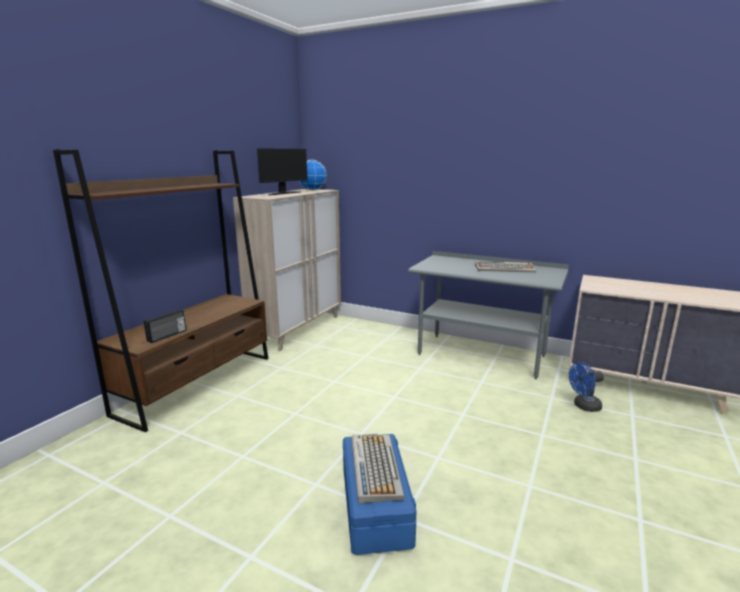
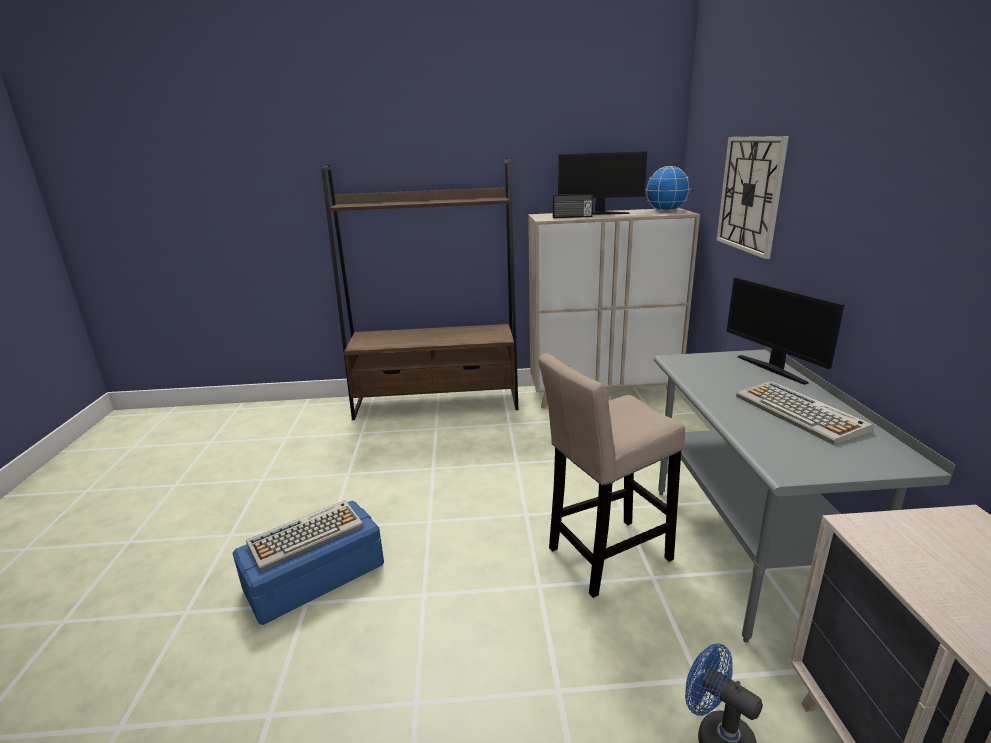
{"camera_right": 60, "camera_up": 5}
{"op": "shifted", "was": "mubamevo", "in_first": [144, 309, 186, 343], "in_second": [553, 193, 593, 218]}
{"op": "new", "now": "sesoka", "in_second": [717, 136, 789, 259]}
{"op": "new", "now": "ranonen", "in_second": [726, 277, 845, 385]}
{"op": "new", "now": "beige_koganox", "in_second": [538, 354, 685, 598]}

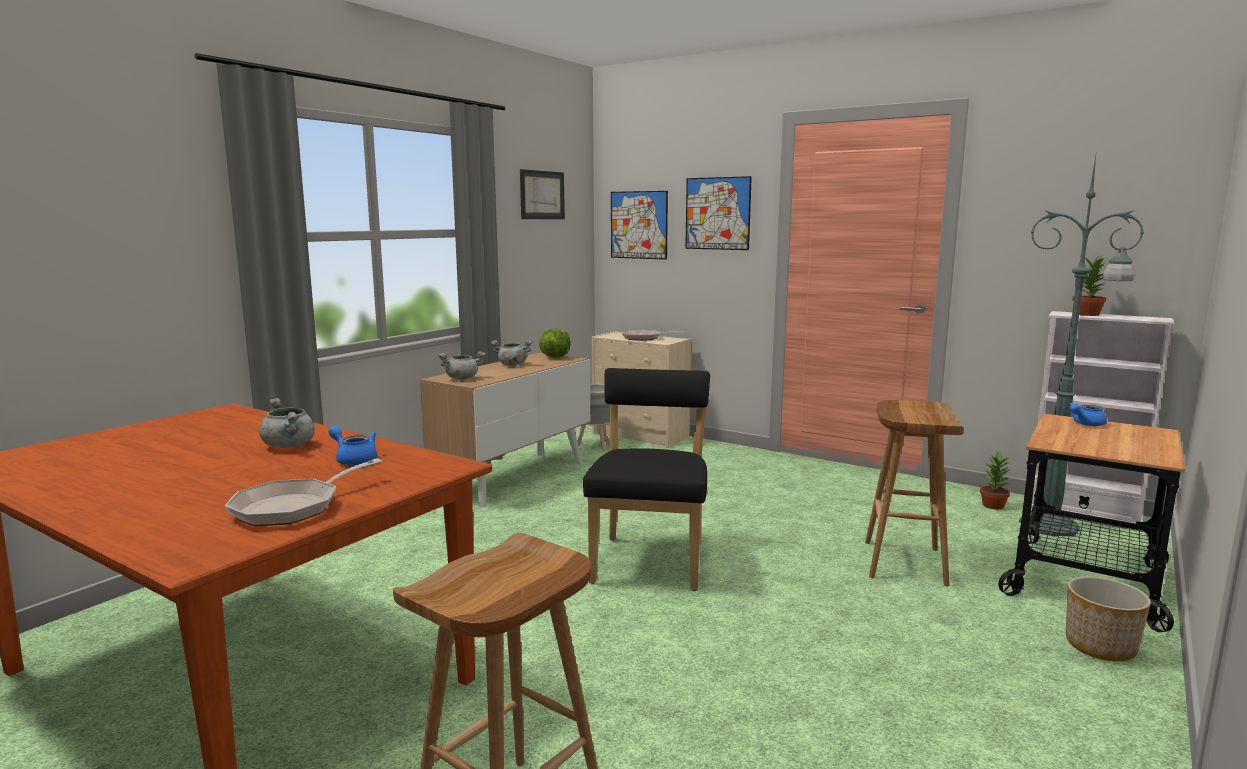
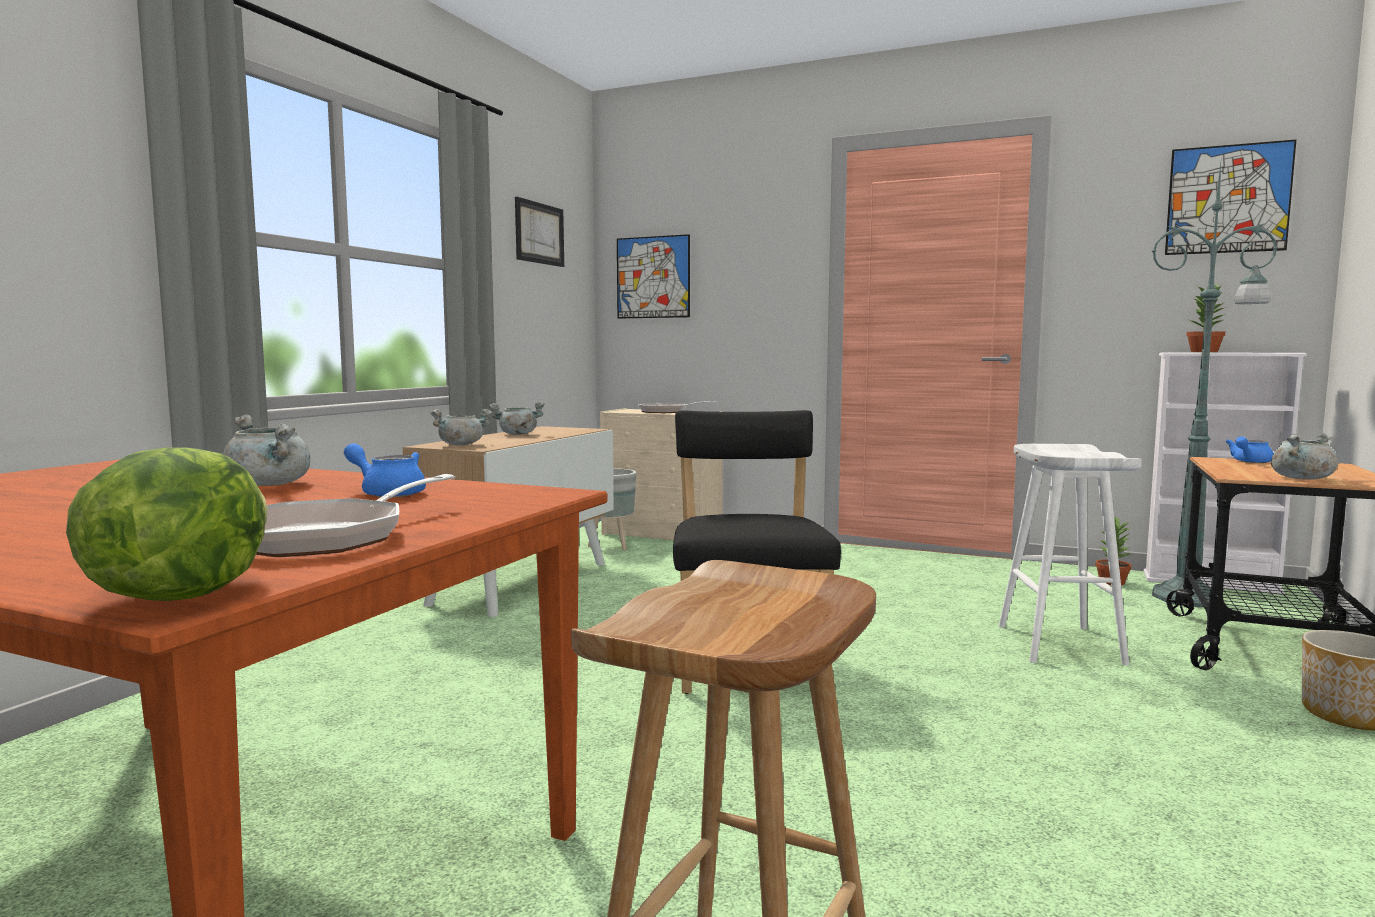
{"camera_right": -10, "camera_up": -5}
{"op": "shifted", "was": "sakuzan", "in_first": [685, 176, 752, 250], "in_second": [1165, 139, 1297, 255]}
{"op": "shifted", "was": "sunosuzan", "in_first": [539, 329, 571, 358], "in_second": [66, 447, 268, 601]}
{"op": "repainted", "was": "brown_koganox", "now": "white_koganox", "in_first": [865, 400, 964, 586], "in_second": [999, 444, 1141, 665]}
{"op": "new", "now": "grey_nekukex", "in_second": [1271, 433, 1338, 479]}

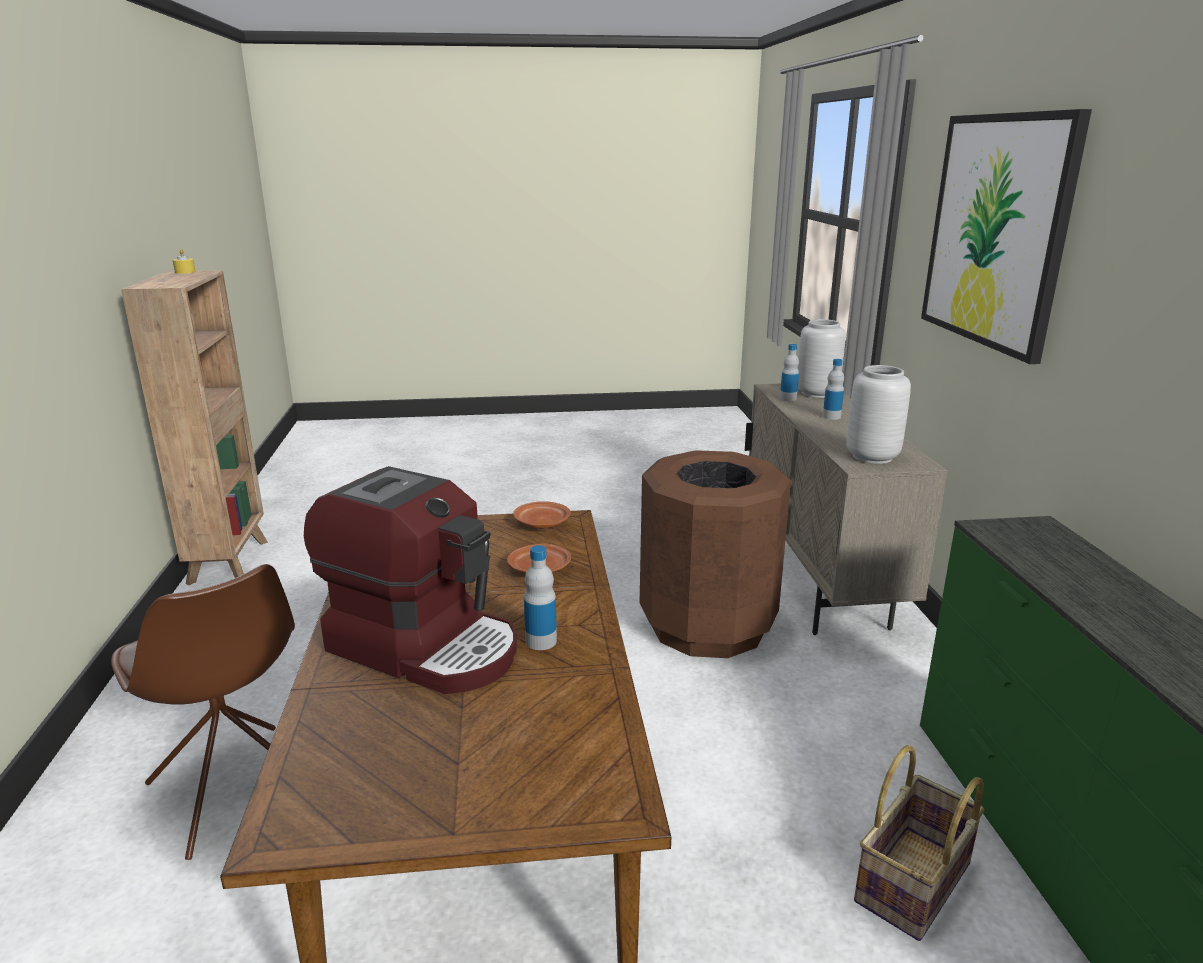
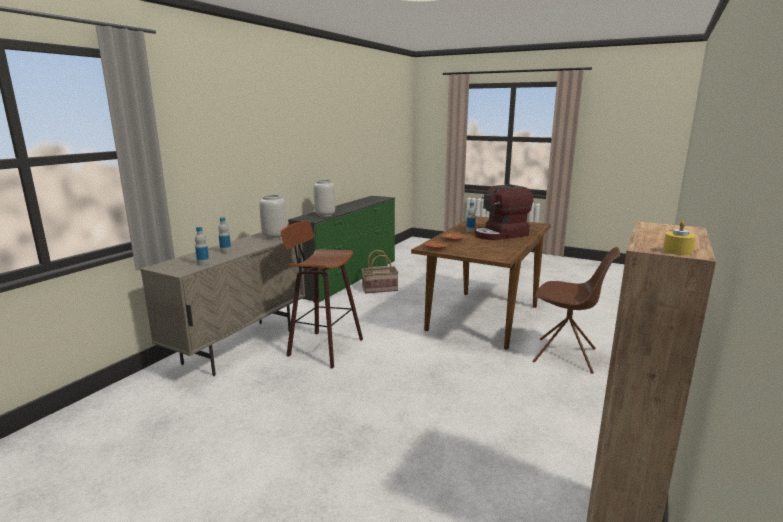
{"camera_right": -145, "camera_up": -5}
{"op": "gone", "was": "sakuzan", "in_first": [921, 109, 1092, 364]}
{"op": "shifted", "was": "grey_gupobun", "in_first": [798, 319, 846, 398], "in_second": [314, 180, 335, 217]}
{"op": "swapped", "was": "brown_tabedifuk", "now": "koganox", "in_first": [640, 450, 791, 658], "in_second": [280, 221, 363, 369]}
{"op": "rotated", "was": "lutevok", "in_first": [304, 466, 517, 694], "in_second": [475, 184, 533, 240], "clockwise": -90}
{"op": "rotated", "was": "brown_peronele", "in_first": [111, 564, 295, 860], "in_second": [533, 247, 620, 374], "clockwise": 120}

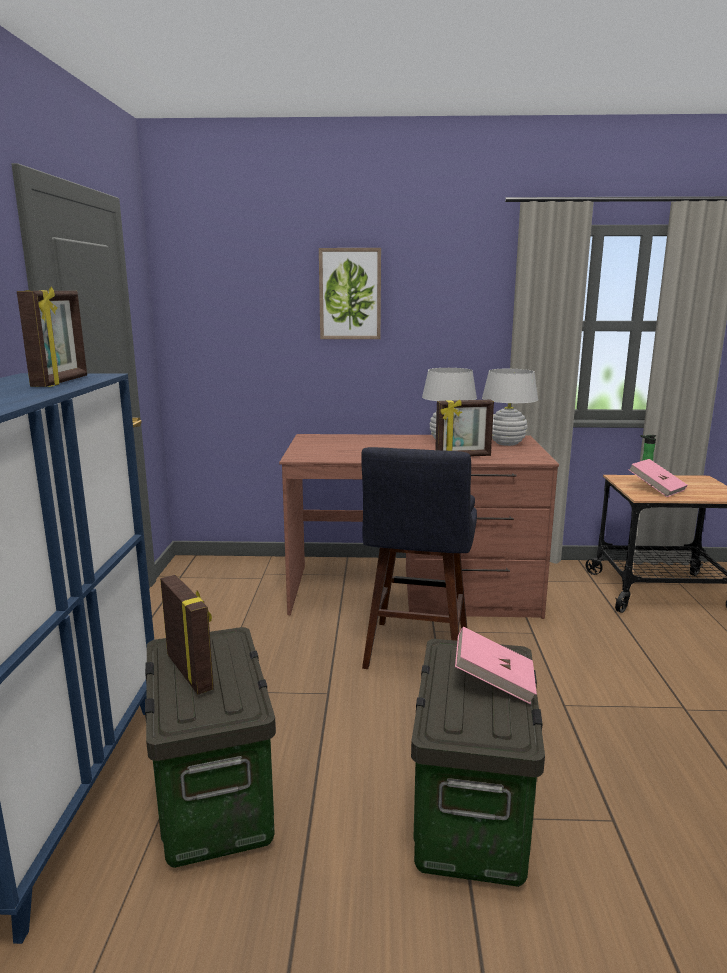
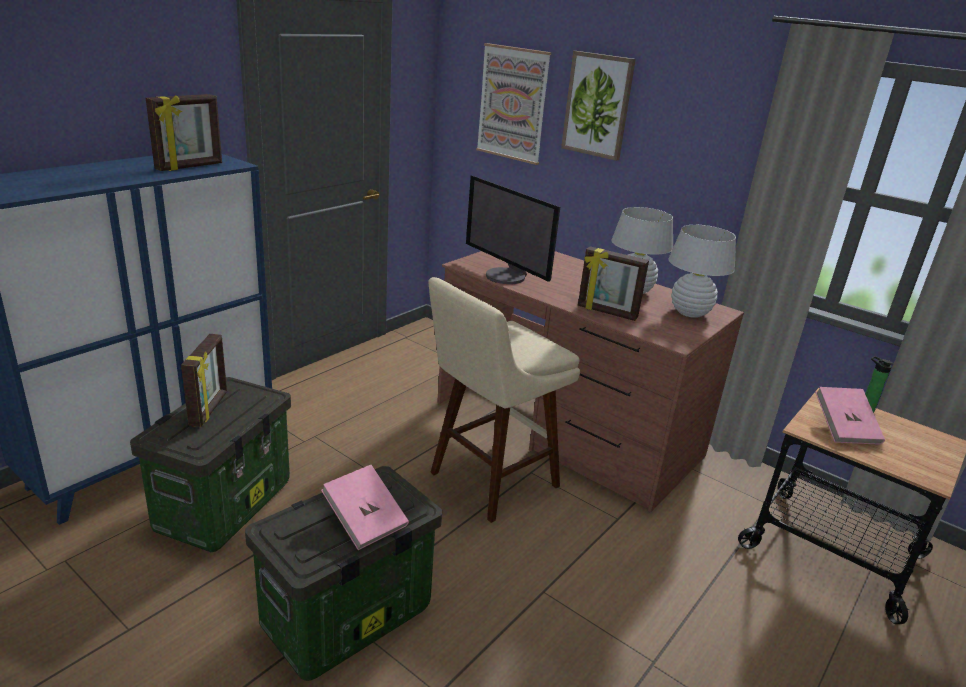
{"camera_right": 35, "camera_up": 10}
{"op": "repainted", "was": "blue_koganox", "now": "beige_koganox", "in_first": [361, 447, 477, 669], "in_second": [428, 277, 580, 523]}
{"op": "new", "now": "sakuzan", "in_second": [476, 43, 551, 165]}
{"op": "new", "now": "ranonen", "in_second": [466, 176, 560, 284]}

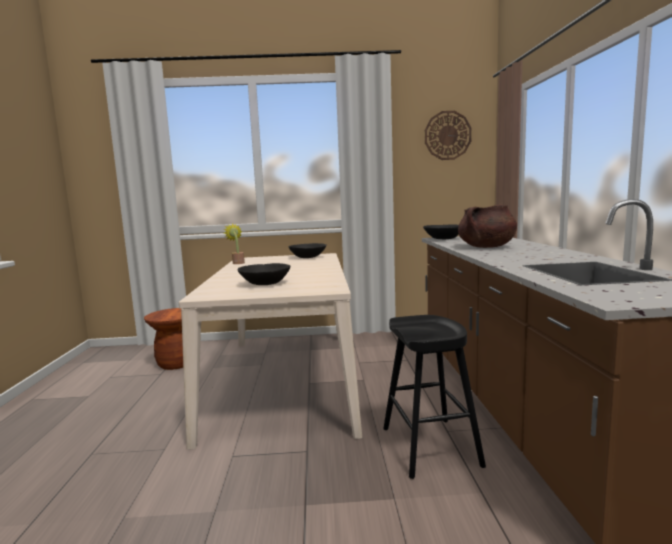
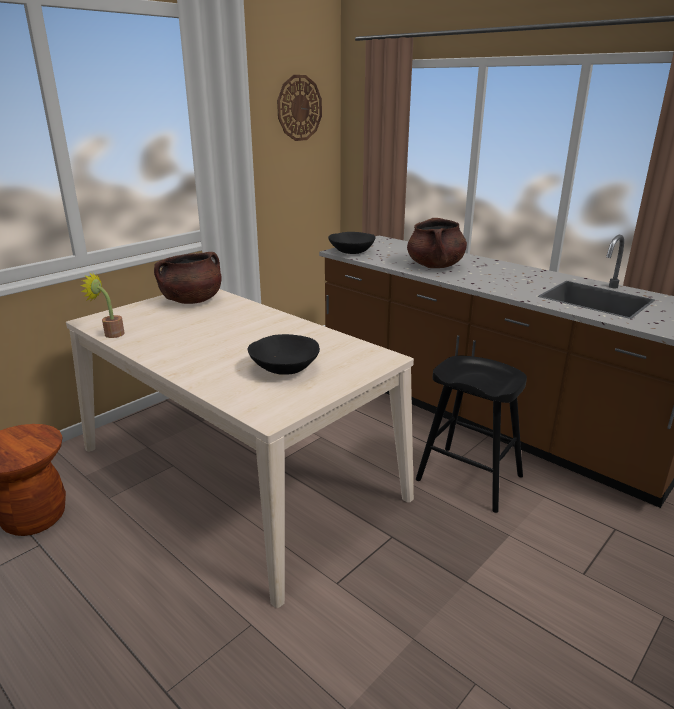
{"camera_right": -45, "camera_up": 15}
{"op": "swapped", "was": "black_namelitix", "now": "brown_nekukex", "in_first": [289, 243, 327, 258], "in_second": [154, 252, 222, 304]}

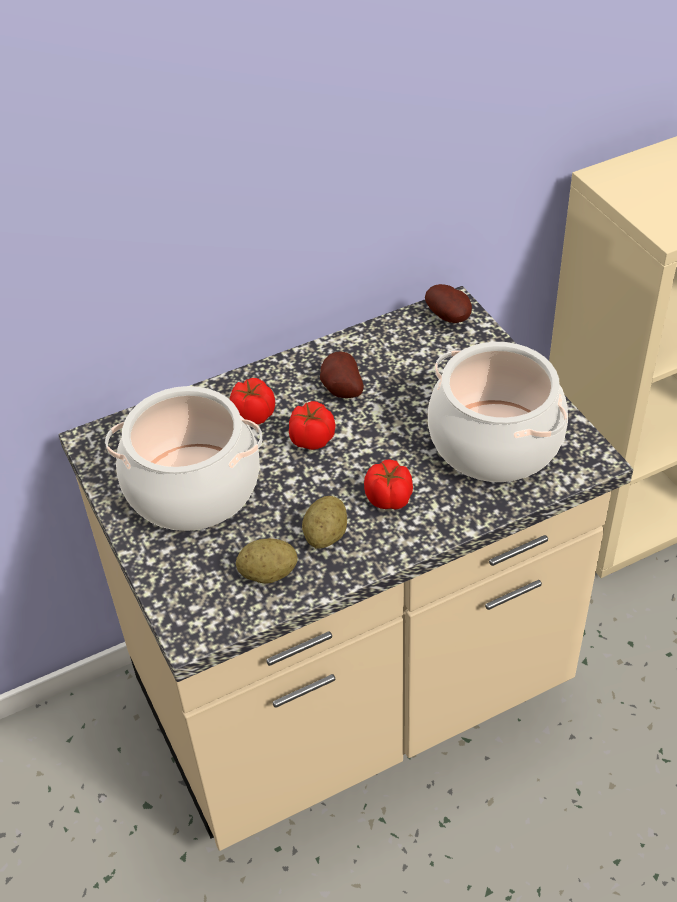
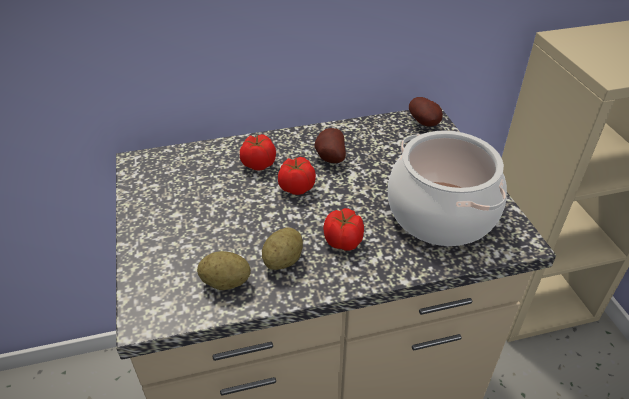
{"camera_right": 10, "camera_up": -5}
{"op": "gone", "was": "nekukex", "in_first": [105, 386, 262, 531]}

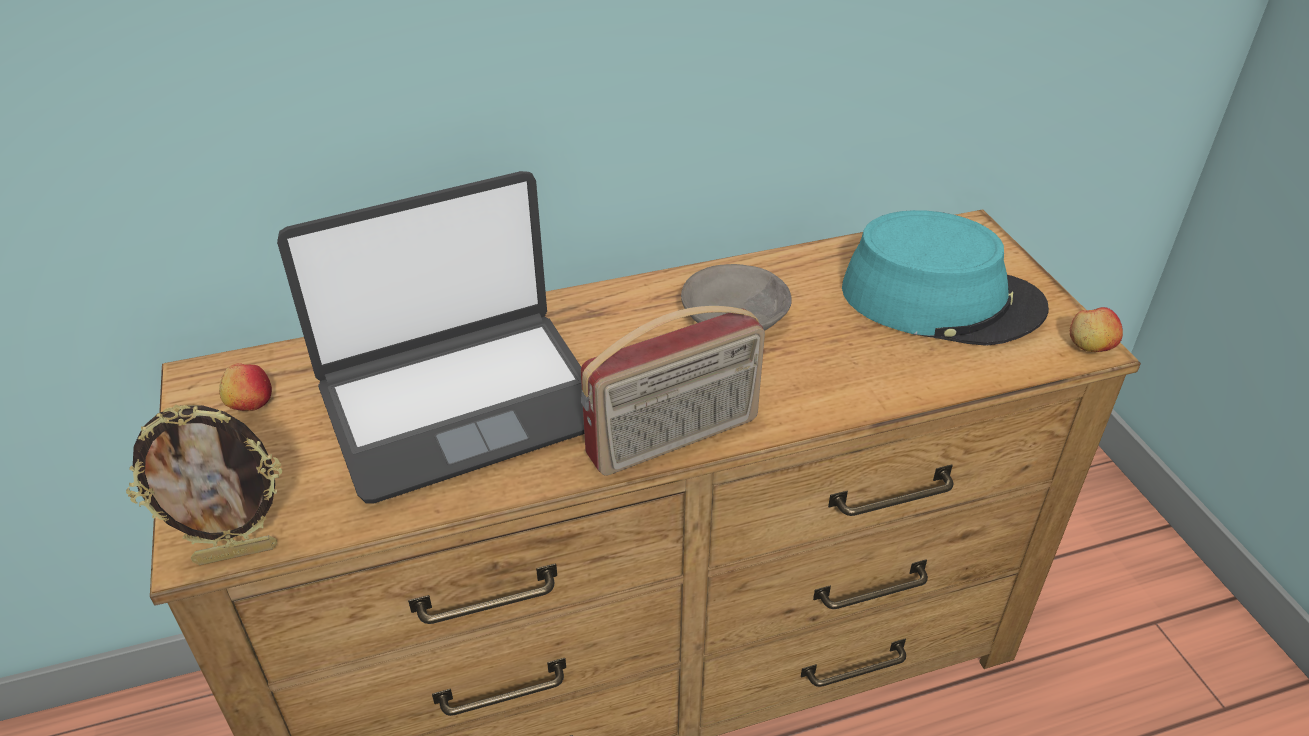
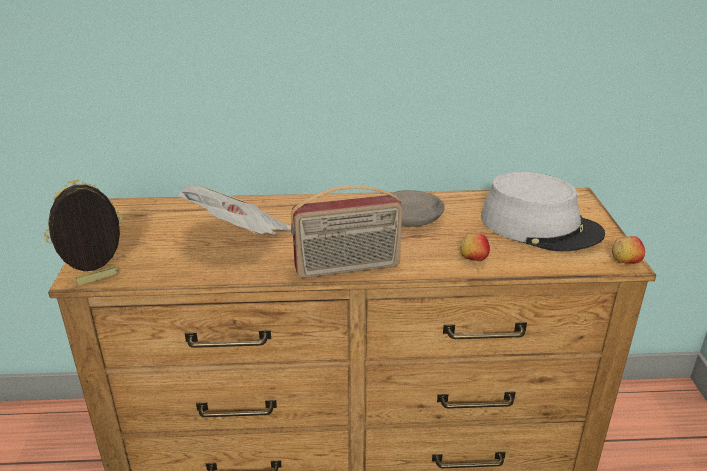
{"camera_right": 15, "camera_up": -10}
{"op": "swapped", "was": "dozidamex", "now": "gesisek", "in_first": [277, 171, 584, 504], "in_second": [177, 185, 291, 235]}
{"op": "repainted", "was": "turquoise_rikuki", "now": "grey_rikuki", "in_first": [842, 210, 1049, 346], "in_second": [481, 172, 605, 252]}
{"op": "shifted", "was": "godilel", "in_first": [219, 363, 272, 411], "in_second": [460, 233, 490, 261]}
{"op": "rotated", "was": "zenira", "in_first": [126, 404, 282, 565], "in_second": [44, 179, 123, 286], "clockwise": 150}

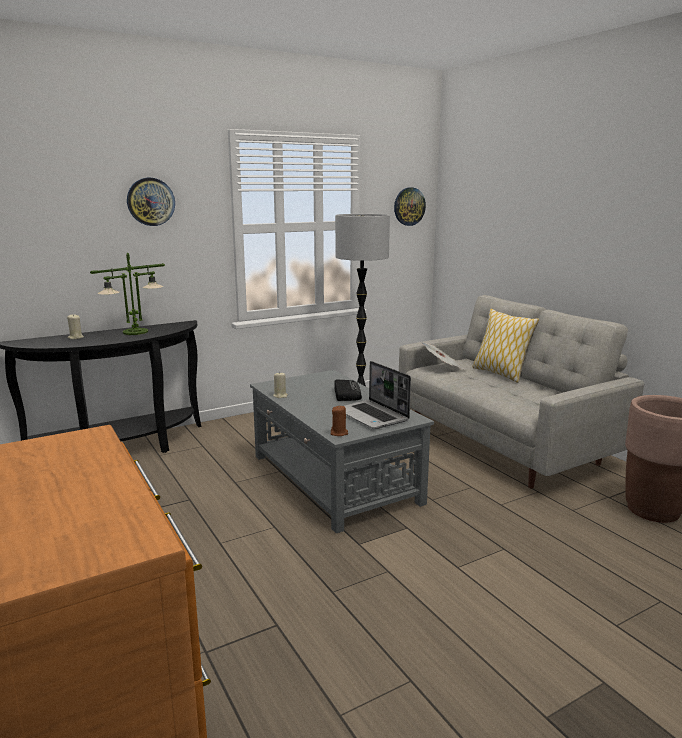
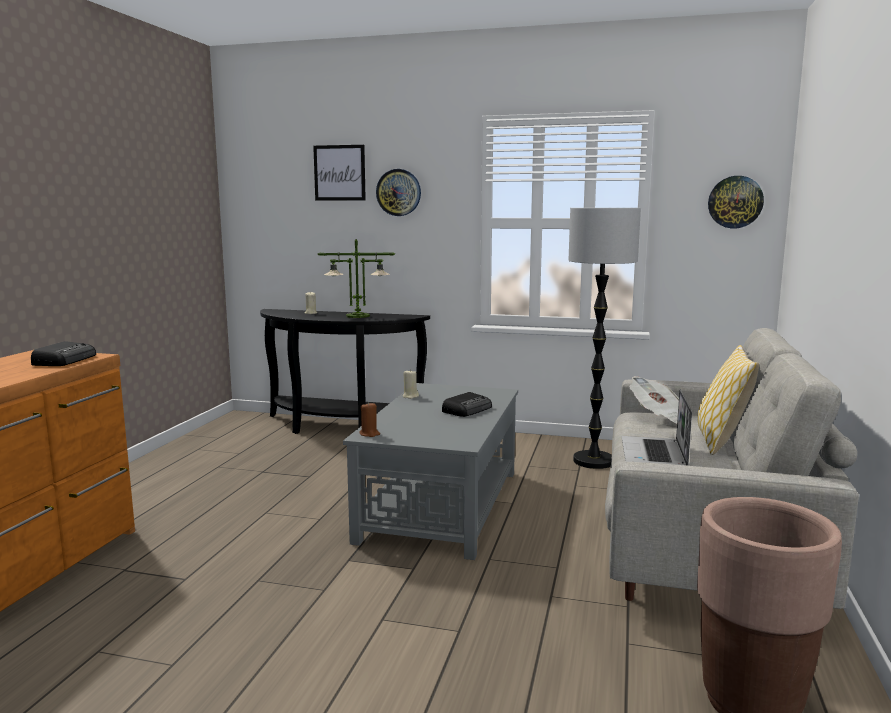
{"camera_right": 45, "camera_up": -5}
{"op": "shifted", "was": "dozidamex", "in_first": [344, 361, 411, 429], "in_second": [622, 390, 692, 466]}
{"op": "new", "now": "sakuzan", "in_second": [313, 145, 366, 200]}
{"op": "new", "now": "mubamevo", "in_second": [31, 341, 96, 366]}

